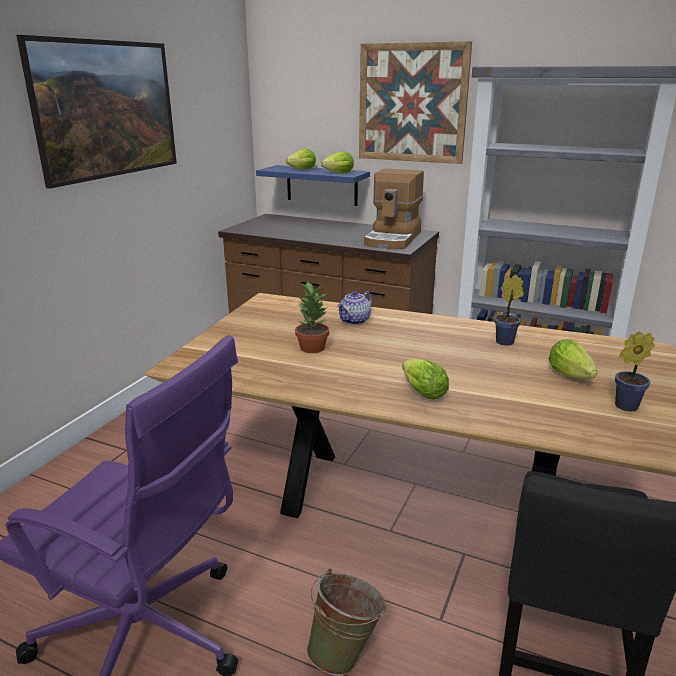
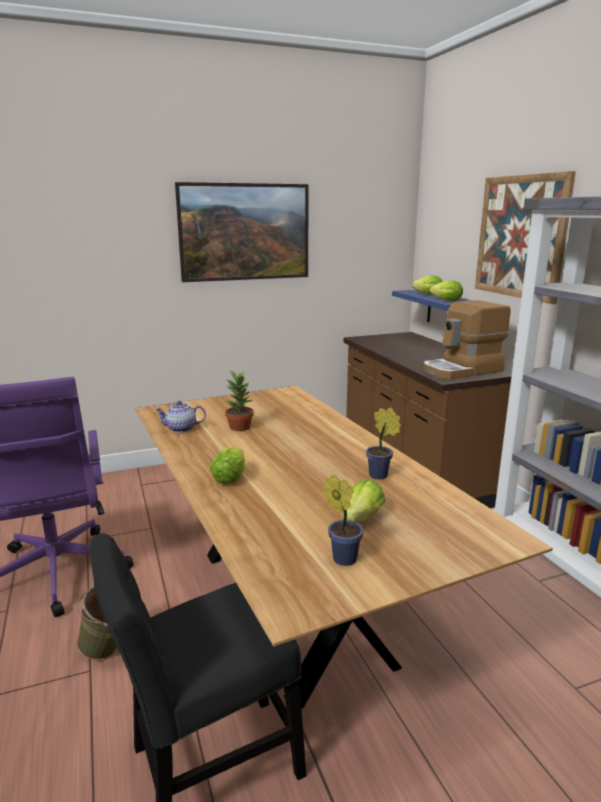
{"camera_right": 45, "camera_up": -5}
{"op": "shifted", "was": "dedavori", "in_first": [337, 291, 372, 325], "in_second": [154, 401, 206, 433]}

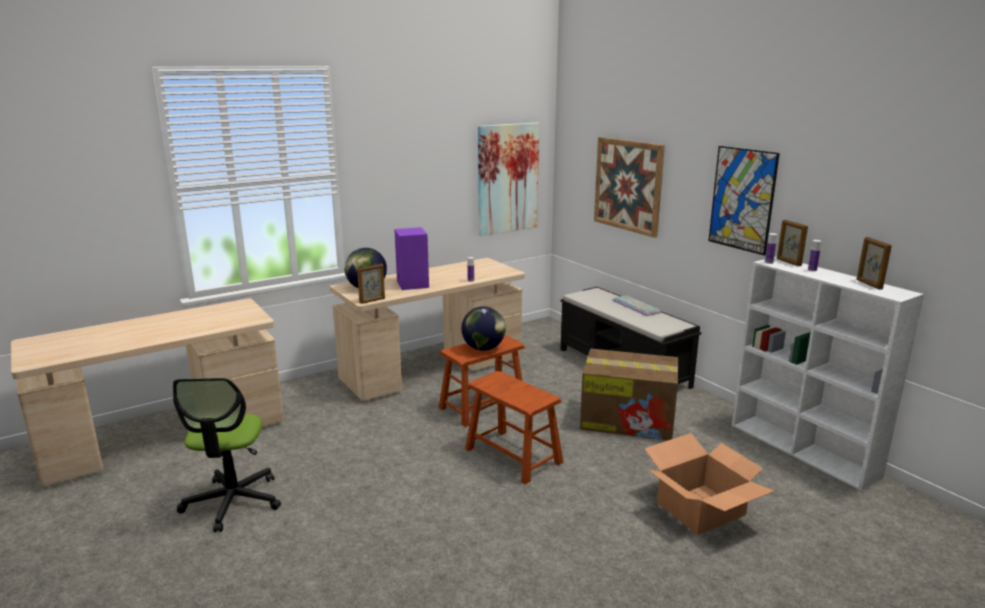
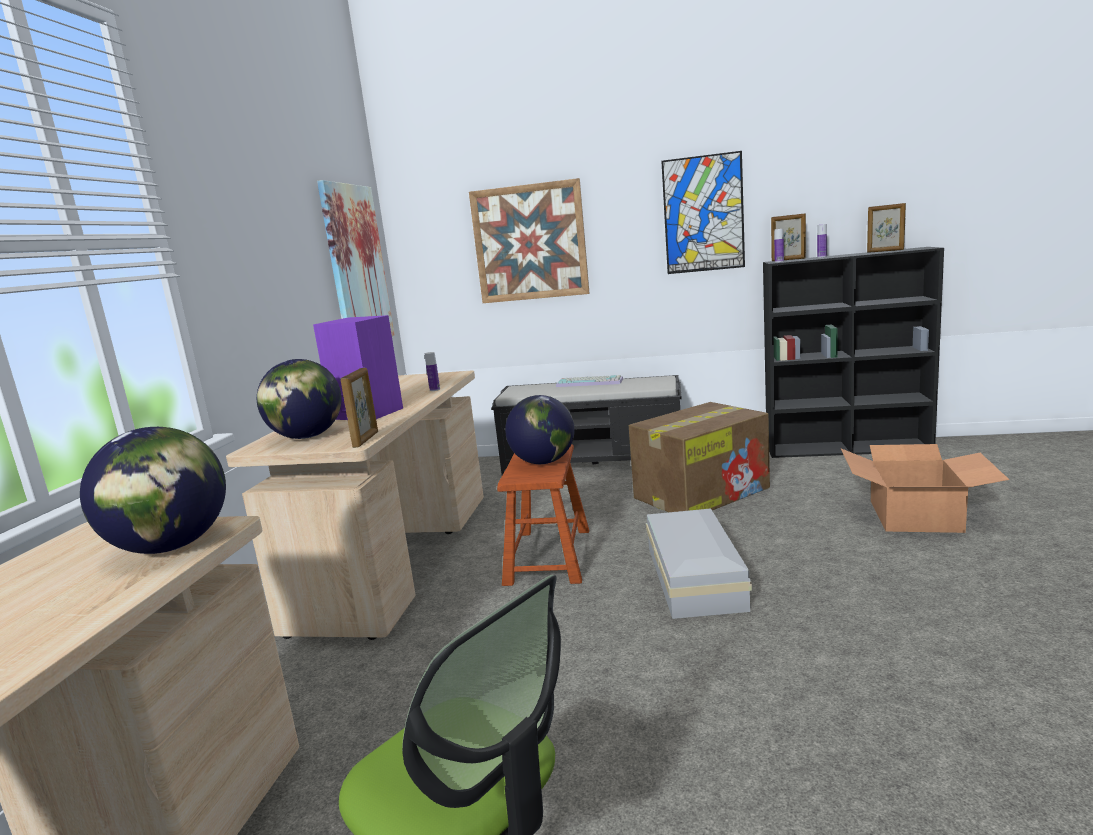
{"camera_right": -45, "camera_up": -5}
{"op": "repainted", "was": "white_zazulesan", "now": "black_zazulesan", "in_first": [732, 256, 924, 491], "in_second": [763, 247, 944, 458]}
{"op": "swapped", "was": "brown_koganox", "now": "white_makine", "in_first": [465, 371, 563, 484], "in_second": [646, 508, 752, 619]}
{"op": "new", "now": "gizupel", "in_second": [80, 427, 226, 554]}

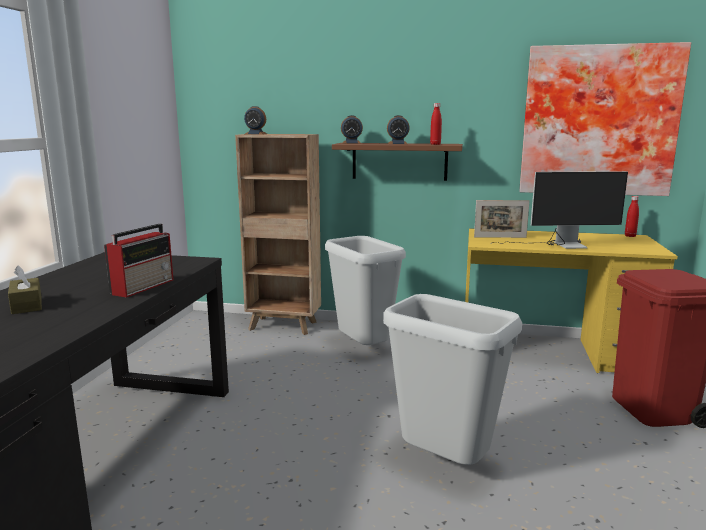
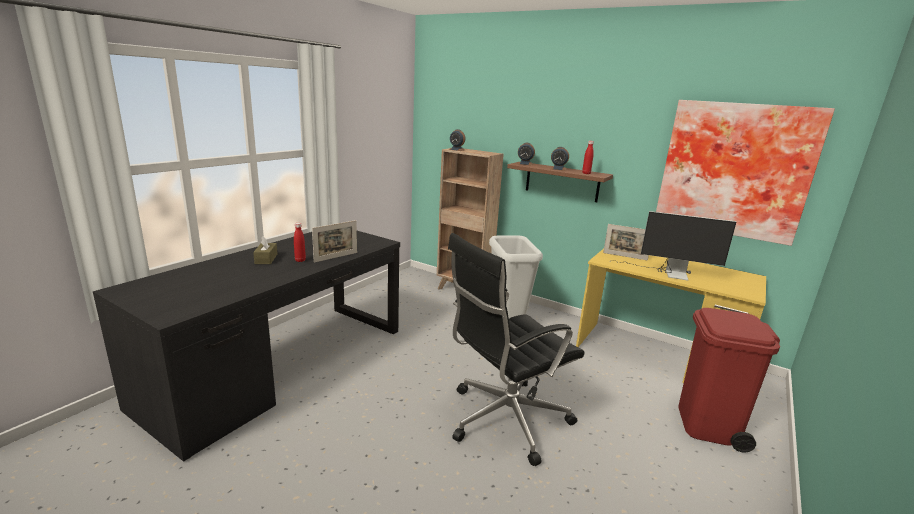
{"camera_right": 20, "camera_up": 5}
{"op": "shifted", "was": "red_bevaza", "in_first": [625, 196, 639, 237], "in_second": [294, 223, 306, 262]}
{"op": "swapped", "was": "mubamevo", "now": "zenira", "in_first": [104, 224, 174, 298], "in_second": [312, 220, 357, 263]}
{"op": "swapped", "was": "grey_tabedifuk", "now": "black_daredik", "in_first": [383, 294, 522, 465], "in_second": [448, 233, 584, 466]}

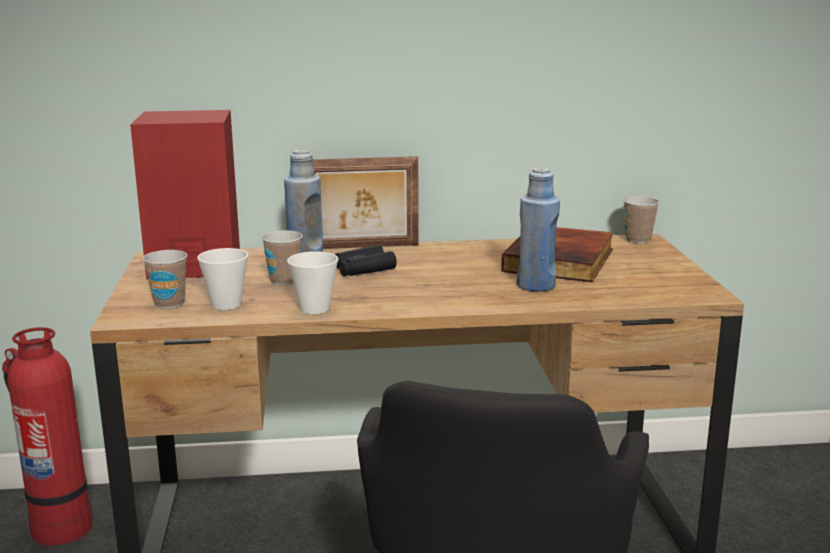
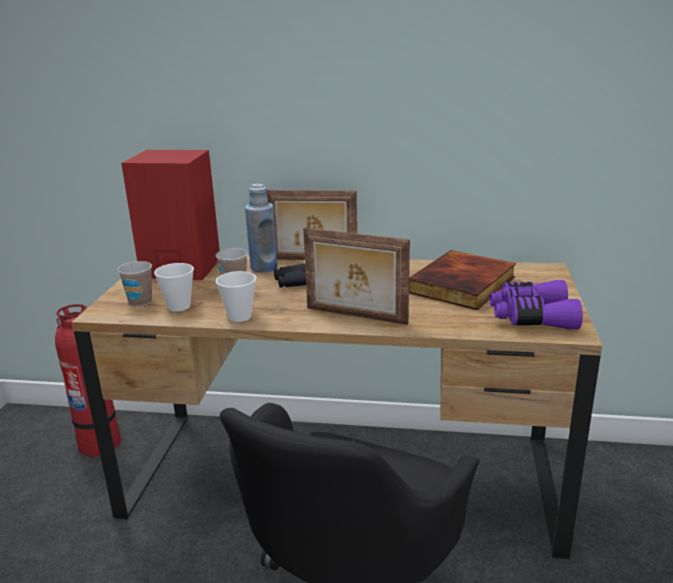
{"camera_right": 15, "camera_up": 5}
{"op": "gone", "was": "blue_bevaza", "in_first": [517, 167, 560, 292]}
{"op": "gone", "was": "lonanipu", "in_first": [623, 196, 660, 244]}
{"op": "new", "now": "zenira", "in_second": [303, 228, 410, 325]}
{"op": "new", "now": "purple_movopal", "in_second": [489, 280, 583, 330]}

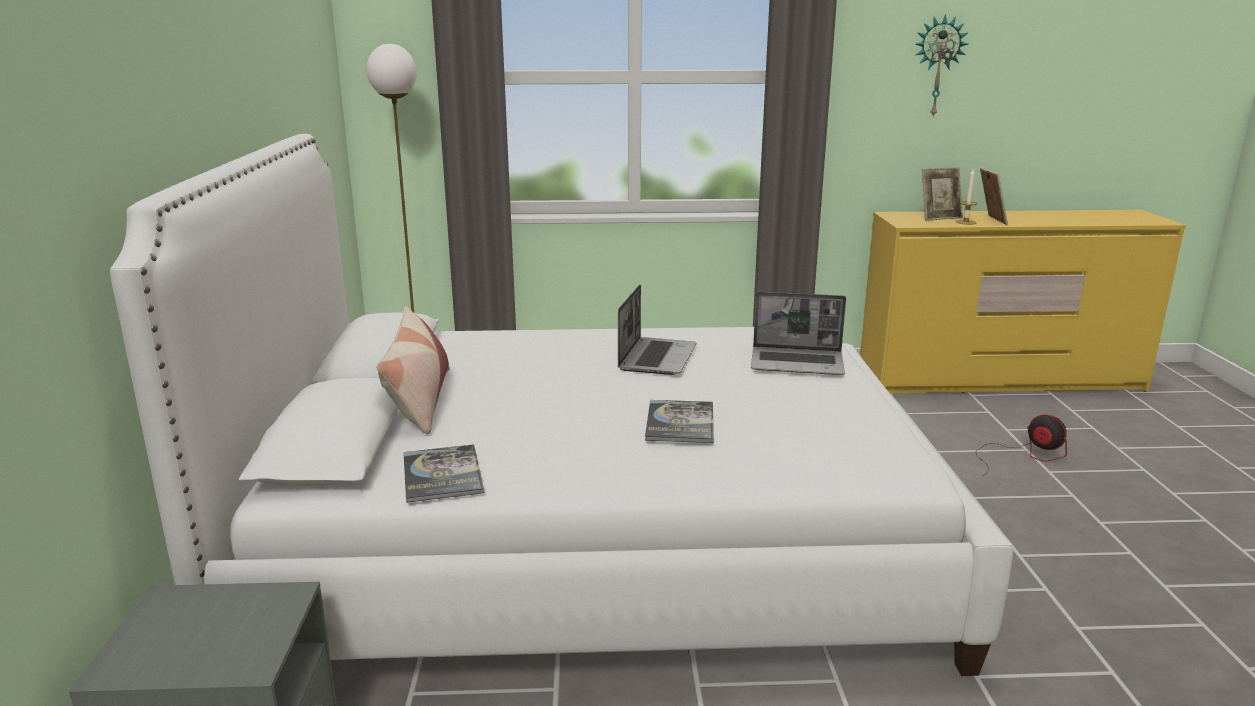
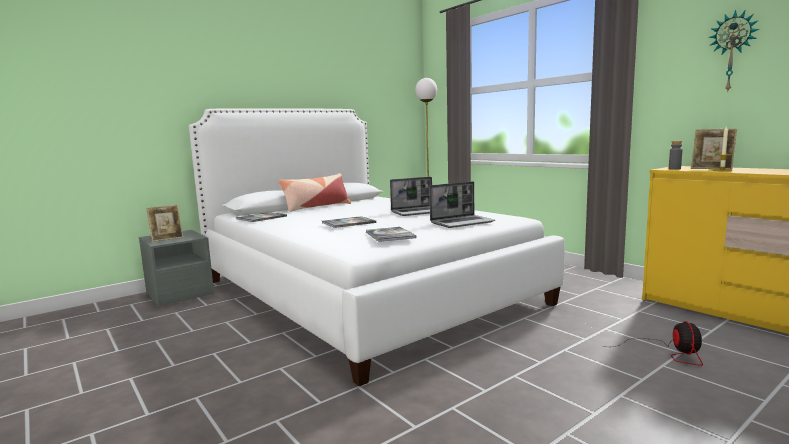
{"camera_right": 55, "camera_up": -10}
{"op": "shifted", "was": "zenira", "in_first": [980, 168, 1008, 225], "in_second": [146, 205, 184, 242]}
{"op": "rotated", "was": "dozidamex", "in_first": [751, 292, 846, 375], "in_second": [429, 181, 495, 228], "clockwise": -90}
{"op": "new", "now": "grey_bevaza", "in_second": [669, 141, 682, 170]}
{"op": "new", "now": "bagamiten", "in_second": [366, 227, 417, 242]}

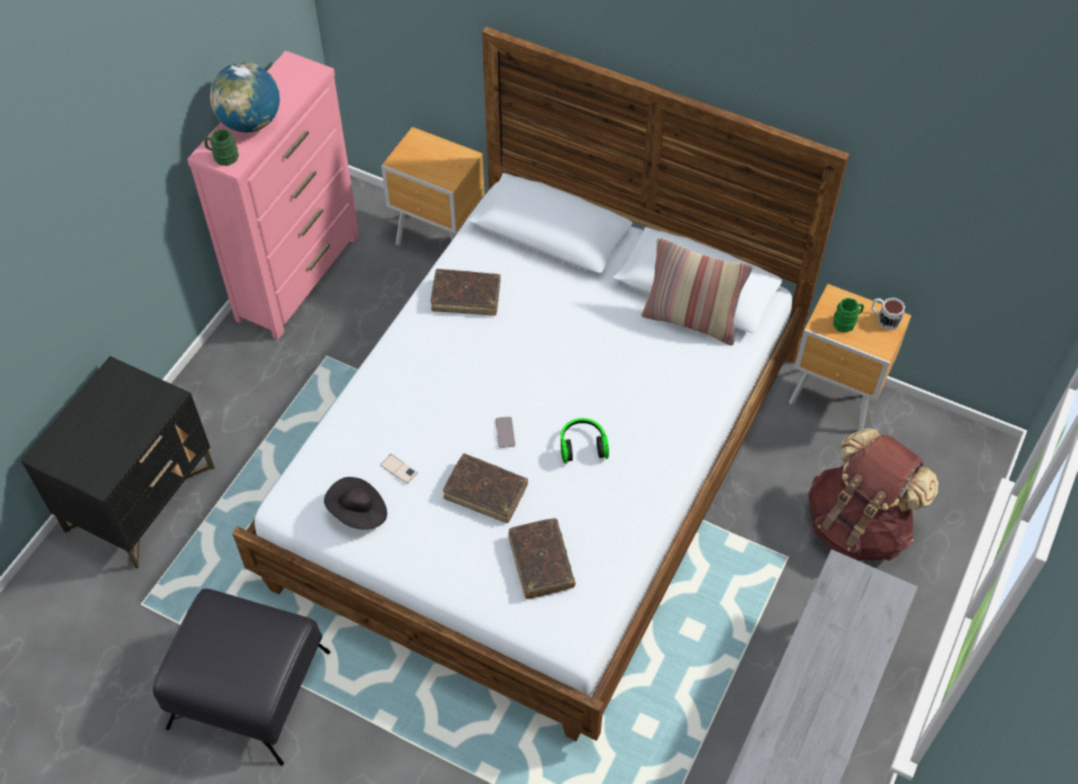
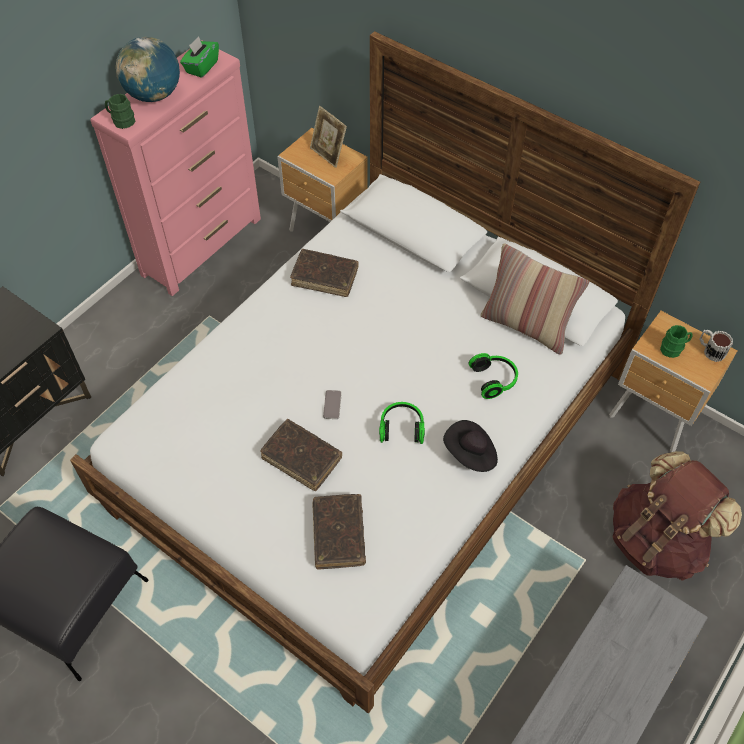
{"camera_right": 10, "camera_up": 0}
{"op": "gone", "was": "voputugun", "in_first": [380, 454, 418, 484]}
{"op": "shifted", "was": "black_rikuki", "in_first": [324, 477, 387, 530], "in_second": [443, 420, 498, 472]}
{"op": "new", "now": "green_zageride", "in_second": [180, 36, 219, 78]}
{"op": "new", "now": "zenira", "in_second": [310, 106, 347, 168]}
{"op": "new", "now": "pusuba", "in_second": [469, 353, 518, 399]}

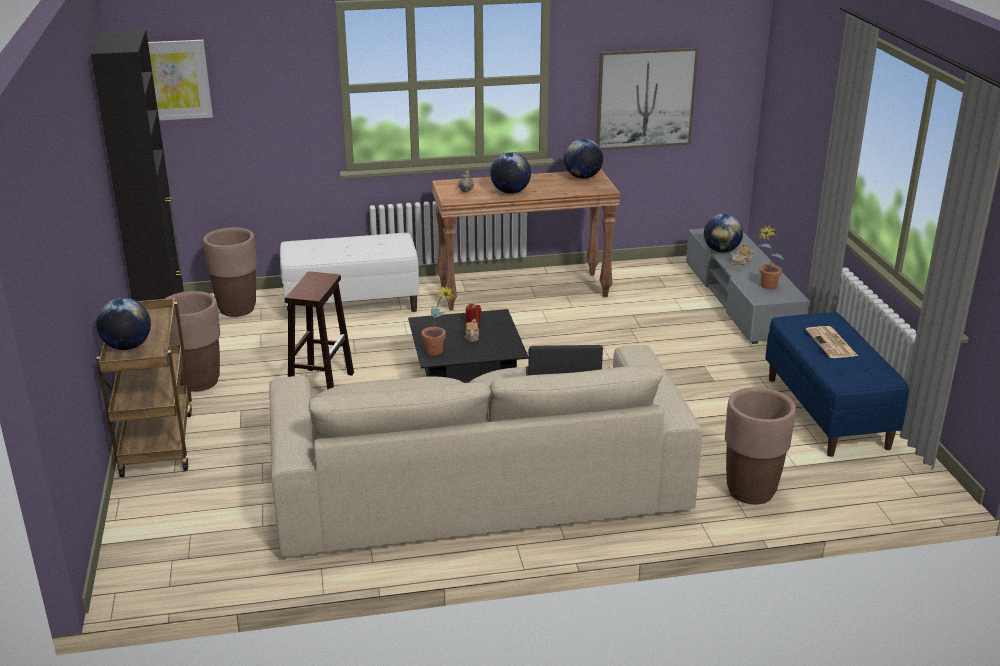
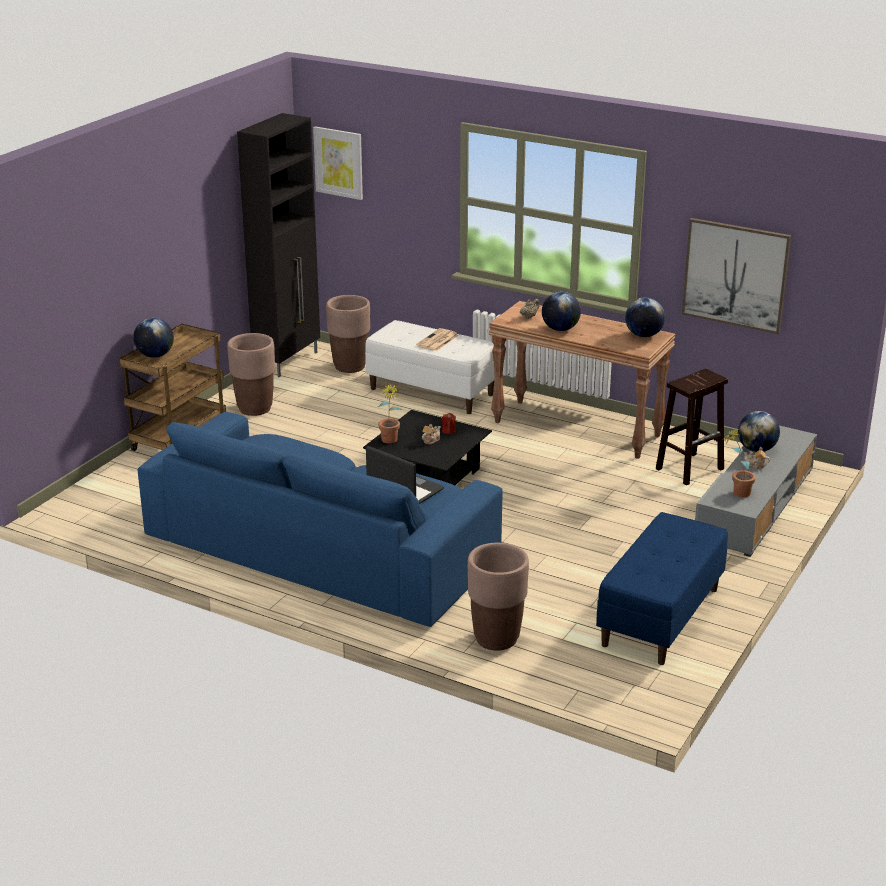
{"camera_right": 40, "camera_up": 0}
{"op": "shifted", "was": "brown_koganox", "in_first": [285, 272, 354, 390], "in_second": [656, 369, 728, 485]}
{"op": "shifted", "was": "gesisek", "in_first": [806, 326, 858, 358], "in_second": [416, 328, 459, 351]}
{"op": "repainted", "was": "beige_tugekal", "now": "blue_tugekal", "in_first": [269, 345, 703, 557], "in_second": [138, 412, 503, 627]}

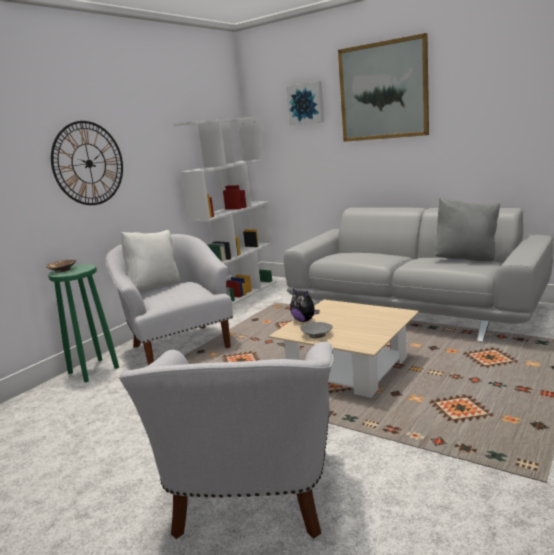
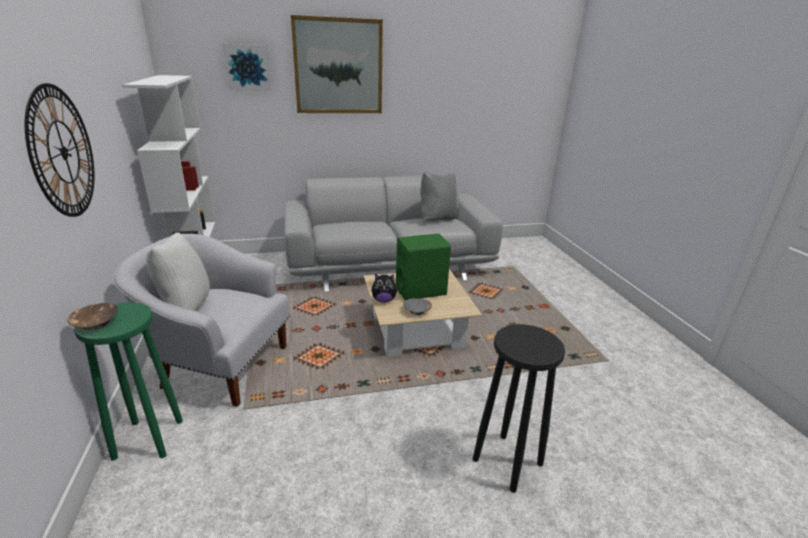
{"camera_right": -50, "camera_up": 10}
{"op": "swapped", "was": "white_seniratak", "now": "black_koganox", "in_first": [119, 342, 334, 539], "in_second": [473, 324, 565, 493]}
{"op": "new", "now": "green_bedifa", "in_second": [396, 233, 451, 300]}

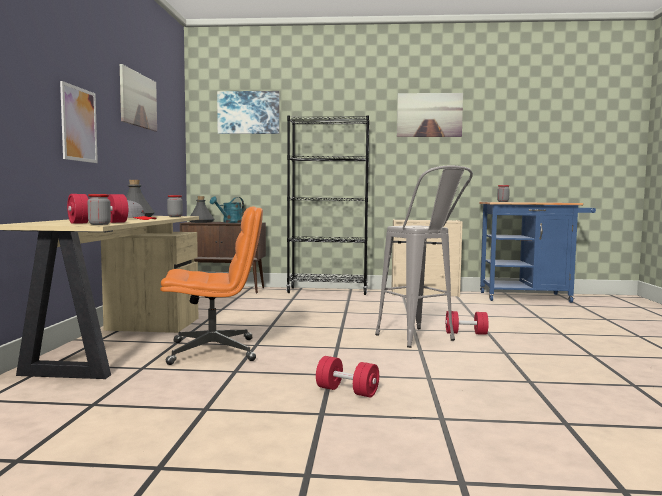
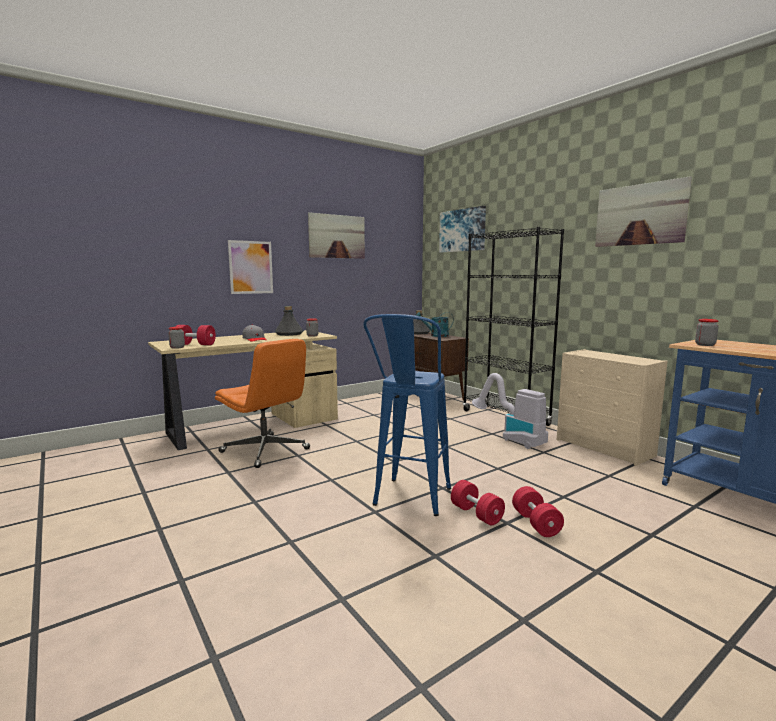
{"camera_right": 50, "camera_up": 5}
{"op": "repainted", "was": "grey_koganox", "now": "blue_koganox", "in_first": [375, 166, 473, 348], "in_second": [363, 314, 451, 516]}
{"op": "shifted", "was": "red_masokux", "in_first": [316, 356, 379, 397], "in_second": [512, 486, 564, 537]}
{"op": "new", "now": "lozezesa", "in_second": [472, 373, 548, 449]}

